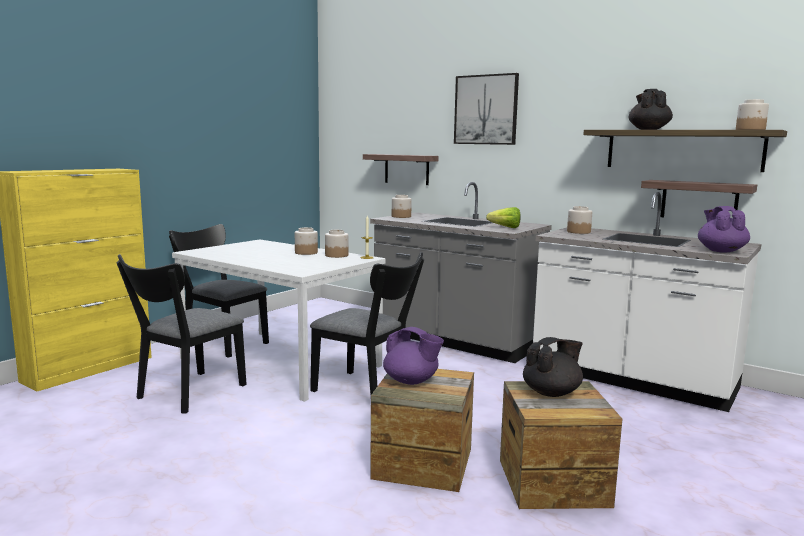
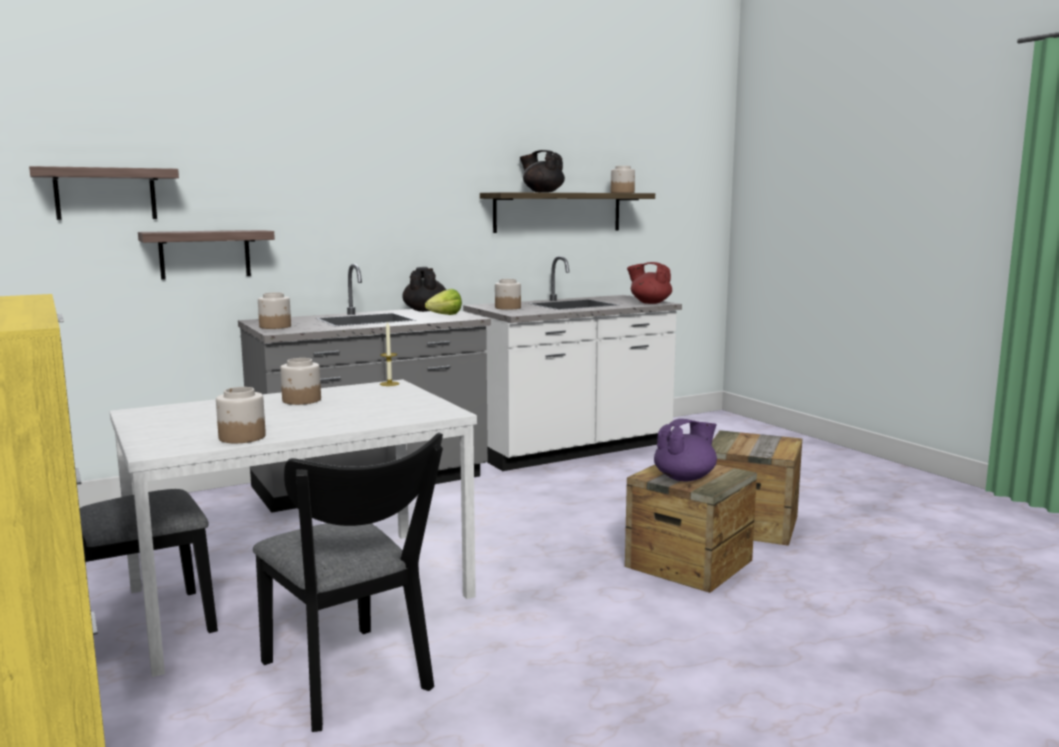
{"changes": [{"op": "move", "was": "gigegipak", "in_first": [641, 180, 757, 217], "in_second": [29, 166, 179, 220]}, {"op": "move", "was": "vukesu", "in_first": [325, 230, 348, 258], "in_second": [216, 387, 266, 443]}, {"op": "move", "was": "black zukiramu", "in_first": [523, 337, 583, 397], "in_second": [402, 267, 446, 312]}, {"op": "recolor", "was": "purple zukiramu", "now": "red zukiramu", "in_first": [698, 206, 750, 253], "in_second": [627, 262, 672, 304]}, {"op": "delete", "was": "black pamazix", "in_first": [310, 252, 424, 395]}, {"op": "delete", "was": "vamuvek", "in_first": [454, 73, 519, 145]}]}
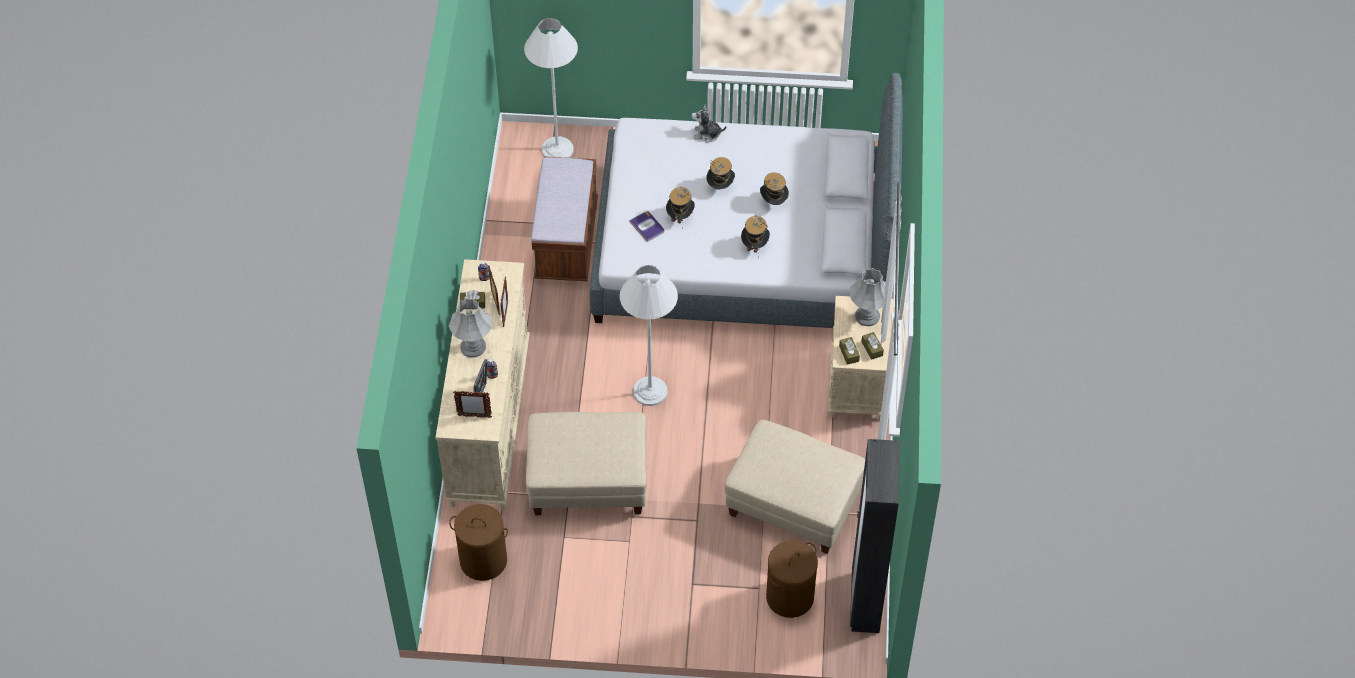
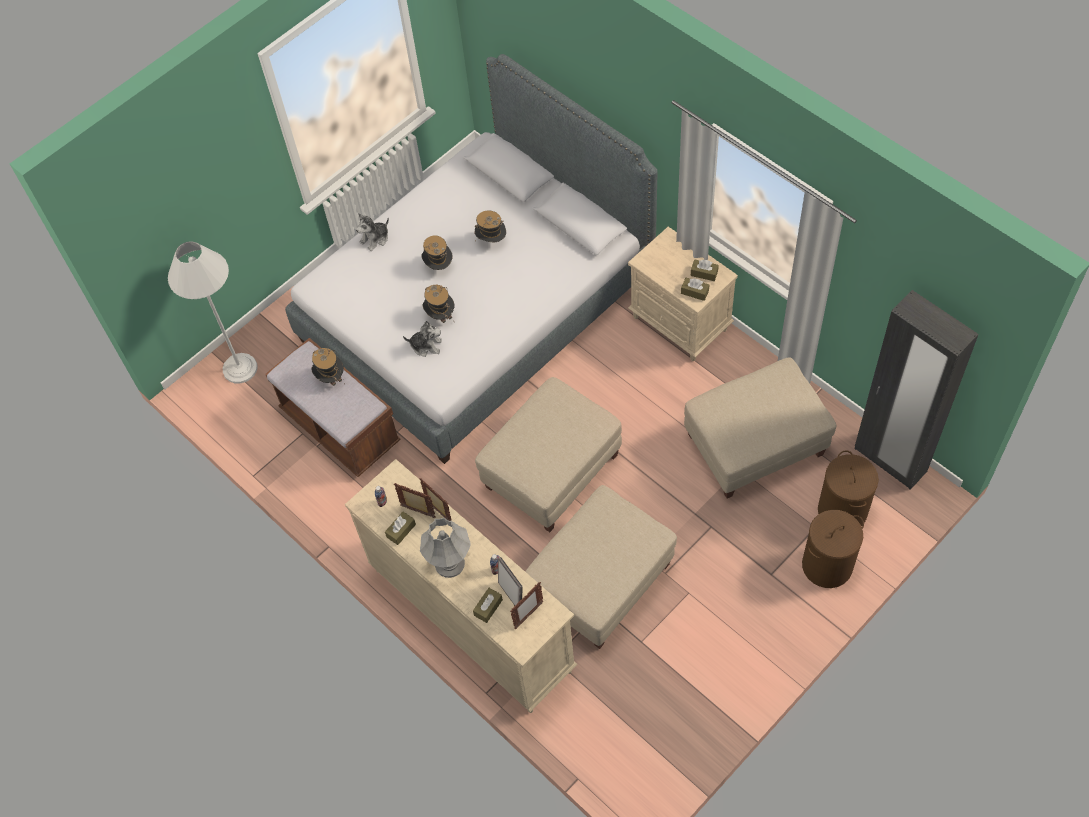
{"changes": [{"op": "move", "was": "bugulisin", "in_first": [741, 215, 770, 253], "in_second": [311, 348, 345, 386]}, {"op": "replace", "was": "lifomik", "now": "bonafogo", "in_first": [629, 211, 665, 242], "in_second": [403, 321, 442, 357]}, {"op": "insert", "now": "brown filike", "in_second": [473, 588, 503, 623]}, {"op": "replace", "was": "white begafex", "now": "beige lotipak", "in_first": [620, 265, 678, 406], "in_second": [475, 377, 622, 532]}, {"op": "move", "was": "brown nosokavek", "in_first": [449, 504, 508, 581], "in_second": [802, 510, 864, 588]}, {"op": "delete", "was": "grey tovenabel", "in_first": [850, 268, 886, 326]}]}
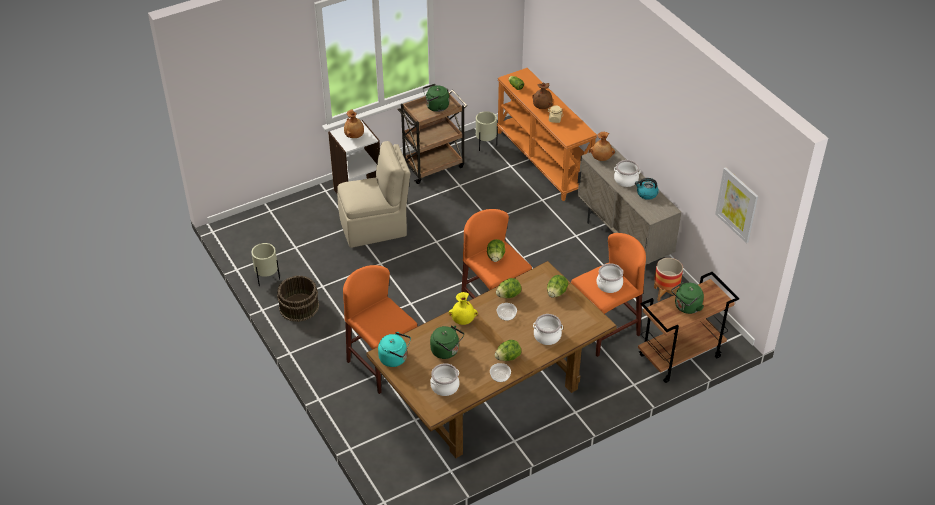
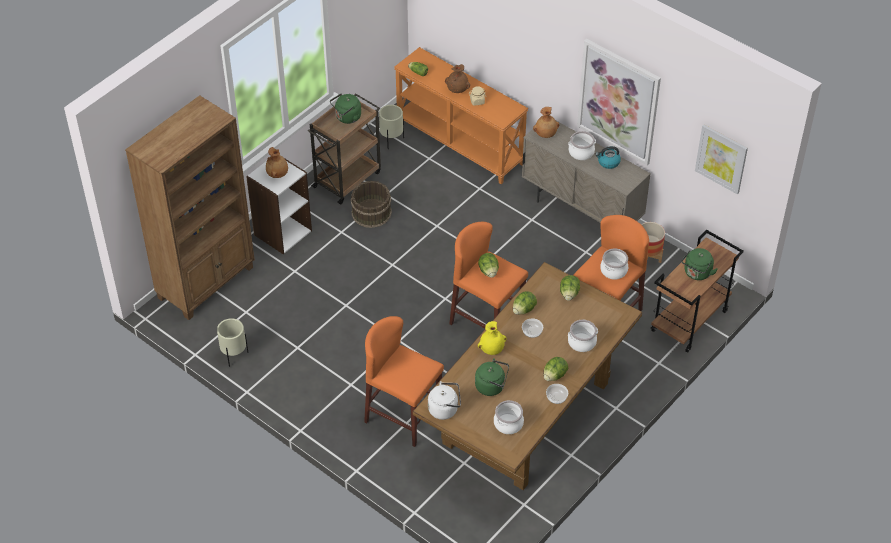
{"changes": [{"op": "insert", "now": "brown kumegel", "in_second": [125, 95, 255, 320]}, {"op": "move", "was": "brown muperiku", "in_first": [277, 276, 319, 322], "in_second": [351, 181, 392, 228]}, {"op": "recolor", "was": "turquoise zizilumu", "now": "white zizilumu", "in_first": [378, 332, 411, 367], "in_second": [428, 381, 461, 420]}, {"op": "insert", "now": "vamuvek", "in_second": [577, 39, 661, 165]}, {"op": "delete", "was": "beige pamazix", "in_first": [337, 141, 411, 248]}]}
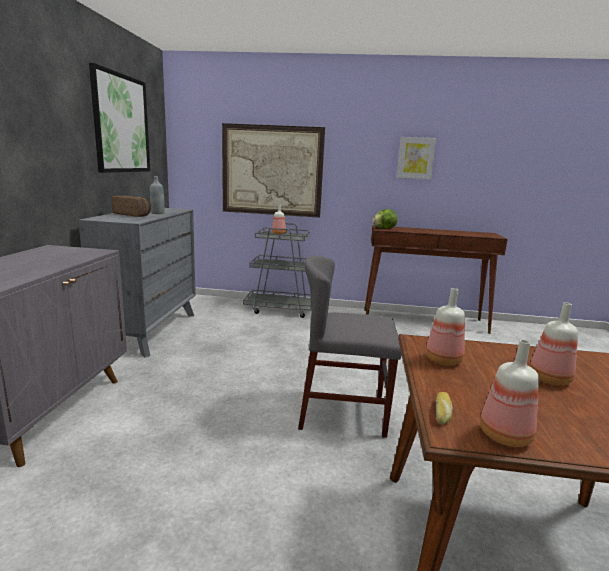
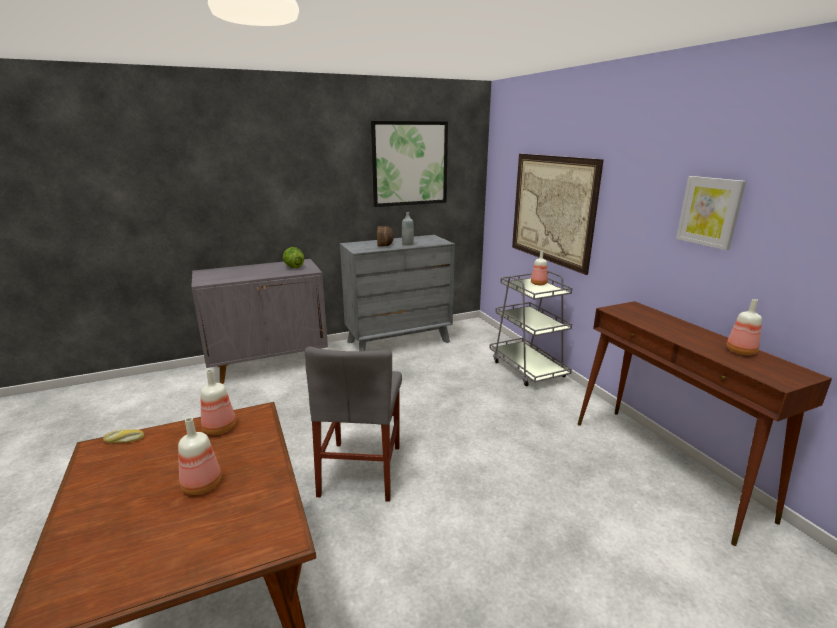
{"changes": [{"op": "move", "was": "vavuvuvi", "in_first": [372, 209, 397, 229], "in_second": [283, 247, 304, 268]}, {"op": "rotate", "was": "grey pamazix", "in_first": [298, 256, 402, 438], "in_second": [305, 347, 402, 502], "clockwise": -150}, {"op": "move", "was": "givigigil", "in_first": [480, 340, 539, 447], "in_second": [727, 299, 762, 355]}]}
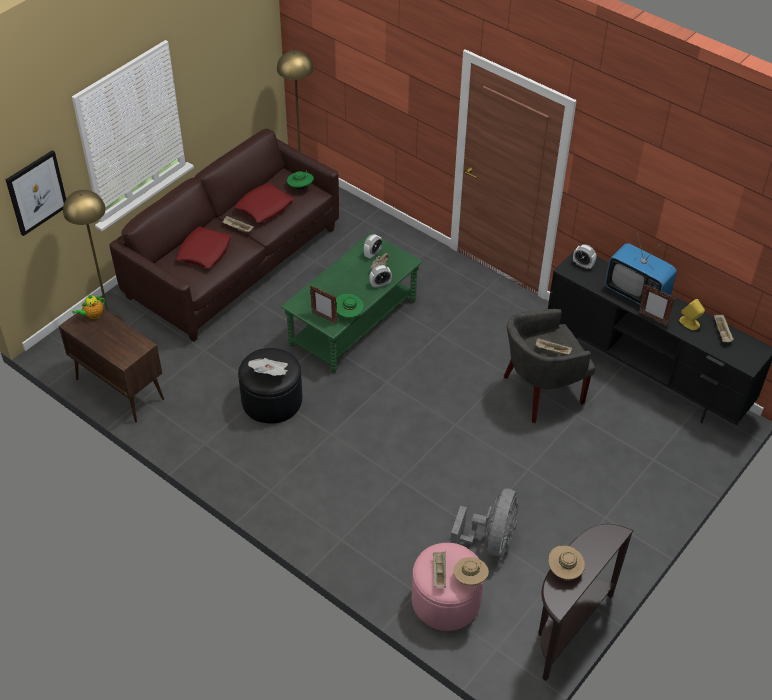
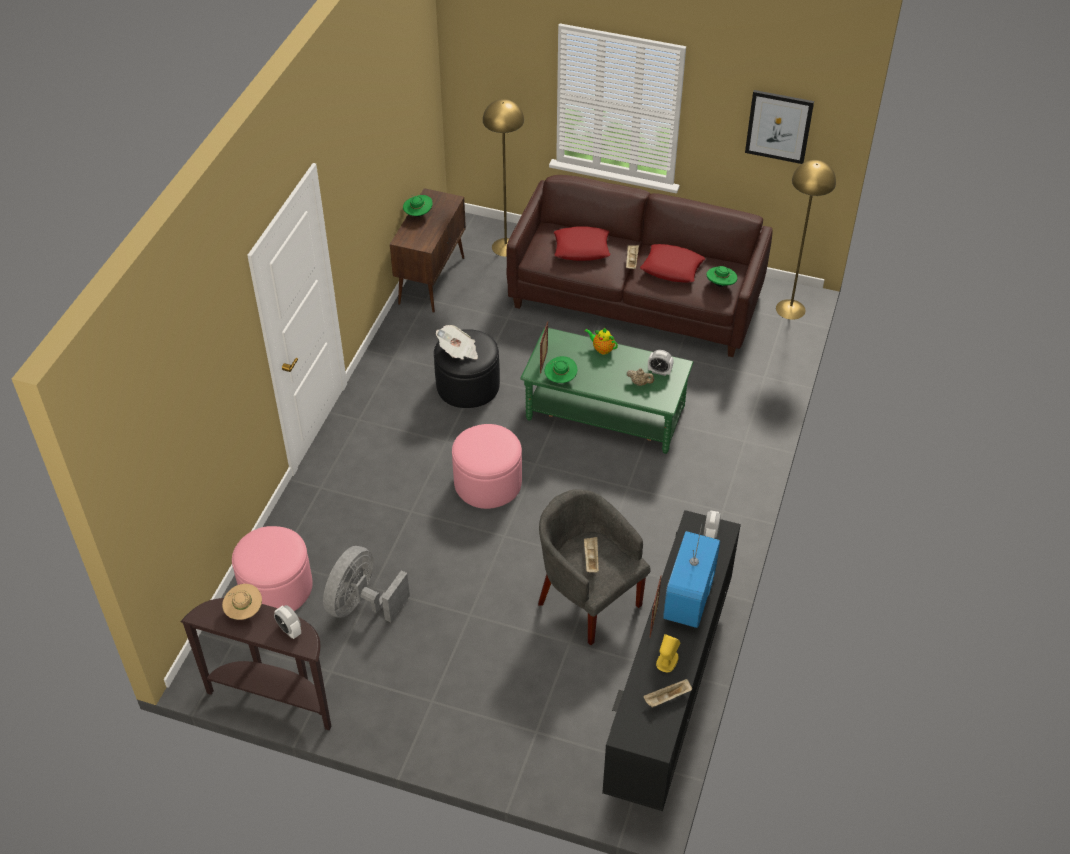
{"changes": [{"op": "move", "was": "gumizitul", "in_first": [369, 265, 392, 288], "in_second": [274, 605, 301, 639]}, {"op": "rotate", "was": "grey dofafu", "in_first": [450, 488, 518, 556], "in_second": [323, 546, 410, 622], "clockwise": 120}, {"op": "insert", "now": "green bugulisin", "in_second": [403, 194, 433, 217]}, {"op": "insert", "now": "pink lotipak", "in_second": [452, 424, 522, 509]}, {"op": "move", "was": "zukiramu", "in_first": [72, 295, 105, 319], "in_second": [585, 328, 618, 354]}, {"op": "move", "was": "vamuvek", "in_first": [6, 150, 66, 236], "in_second": [745, 90, 814, 164]}, {"op": "delete", "was": "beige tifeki", "in_first": [433, 552, 446, 588]}, {"op": "delete", "was": "beige bugulisin", "in_first": [453, 557, 489, 586]}]}
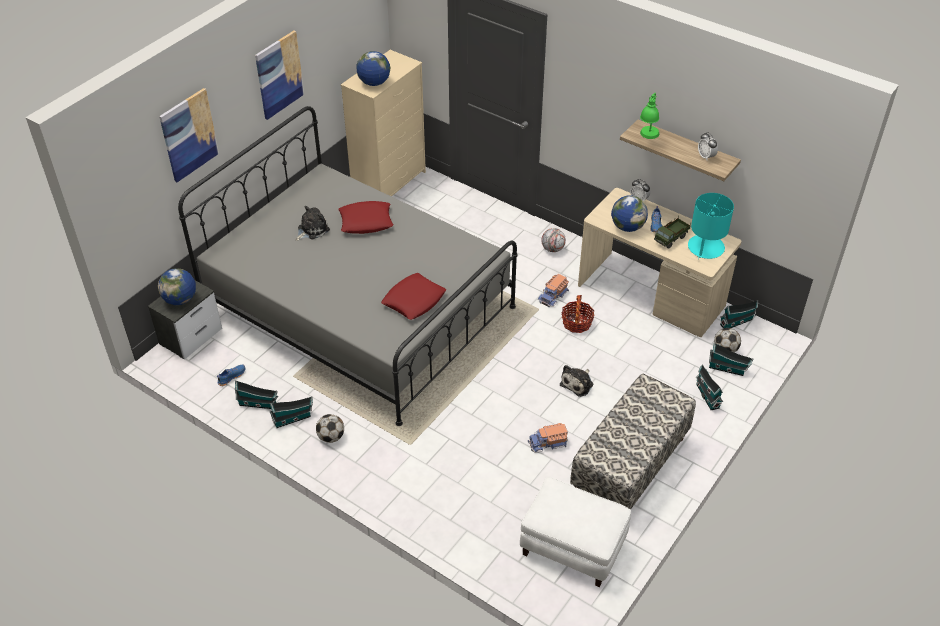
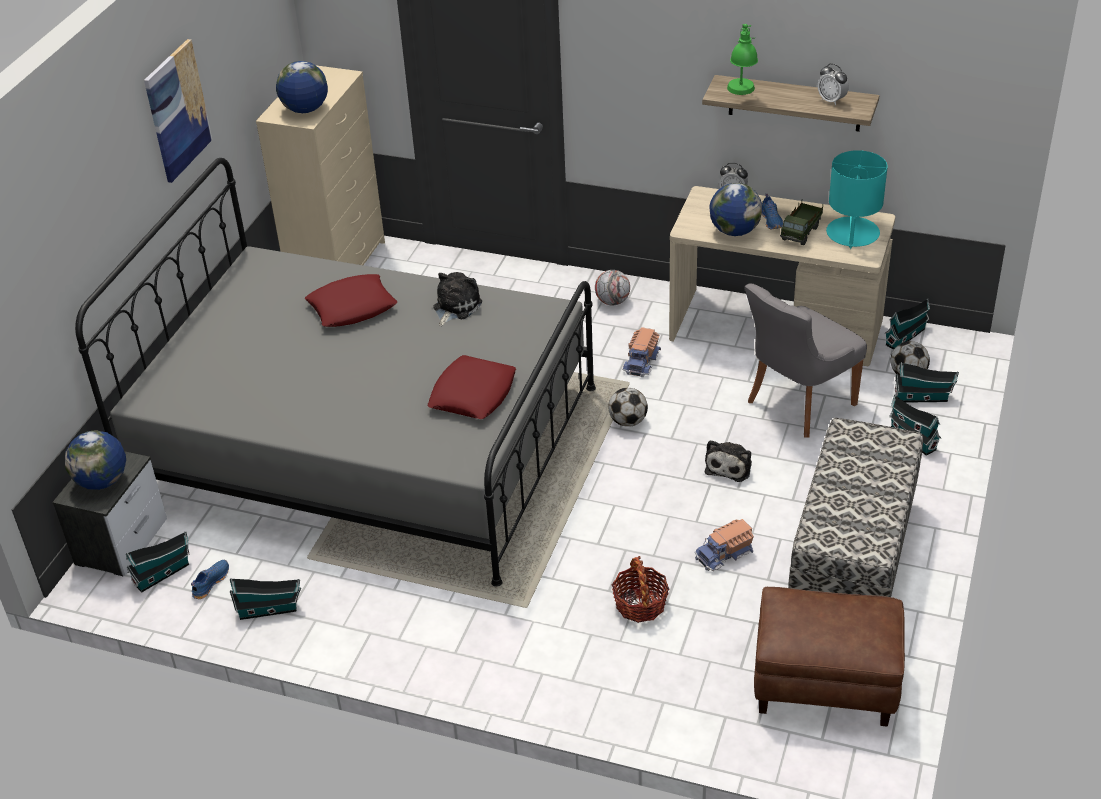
{"changes": [{"op": "move", "was": "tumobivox", "in_first": [270, 396, 313, 428], "in_second": [126, 532, 190, 592]}, {"op": "move", "was": "bonafogo", "in_first": [296, 206, 330, 241], "in_second": [433, 272, 482, 326]}, {"op": "move", "was": "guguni", "in_first": [316, 414, 344, 443], "in_second": [608, 388, 648, 427]}, {"op": "move", "was": "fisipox", "in_first": [561, 295, 594, 333], "in_second": [612, 556, 669, 623]}, {"op": "insert", "now": "grey pamazix", "in_second": [745, 283, 867, 437]}, {"op": "recolor", "was": "white lotipak", "now": "brown lotipak", "in_first": [520, 477, 631, 587], "in_second": [754, 587, 905, 727]}, {"op": "delete", "was": "vamuvek", "in_first": [159, 88, 219, 182]}]}
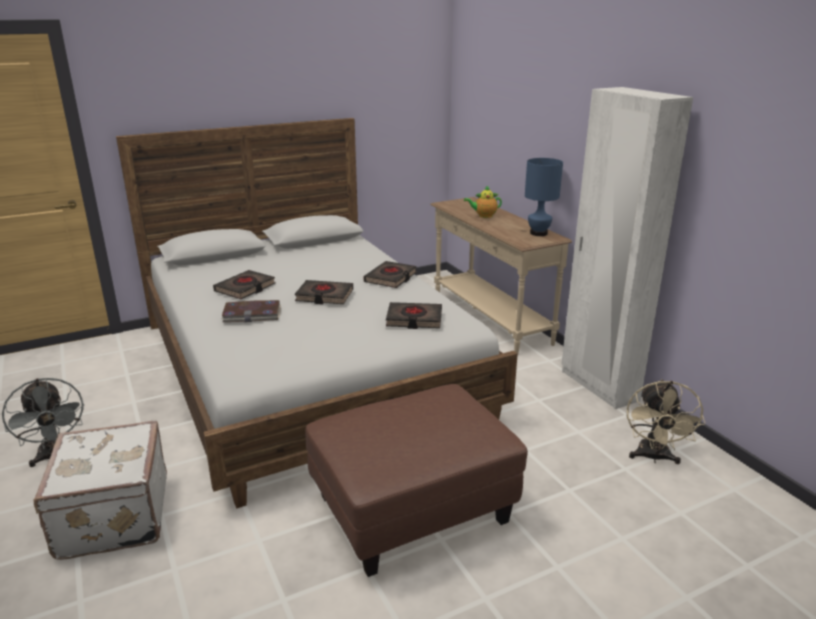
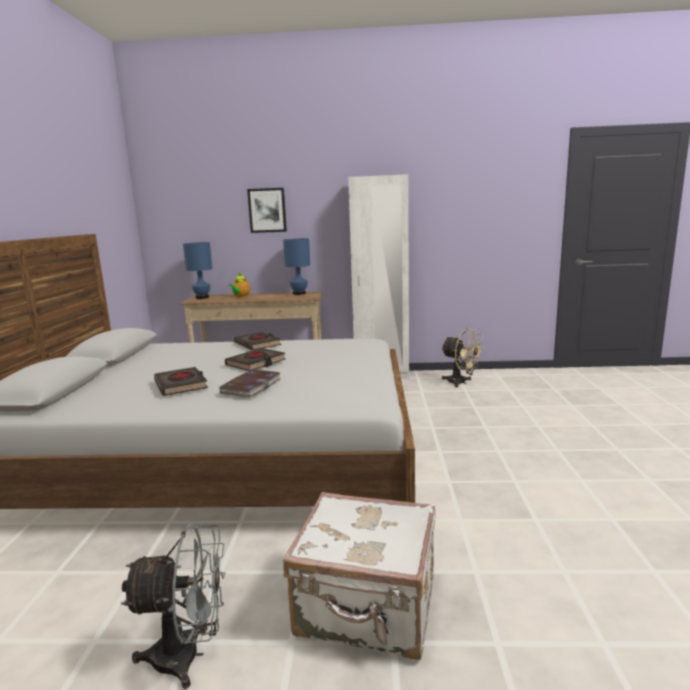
{"changes": [{"op": "insert", "now": "blue tovenabel", "in_second": [183, 242, 212, 299]}, {"op": "insert", "now": "vamuvek", "in_second": [247, 188, 287, 233]}, {"op": "delete", "was": "brown lotipak", "in_first": [305, 384, 528, 577]}, {"op": "delete", "was": "black lifomik", "in_first": [386, 302, 442, 329]}]}
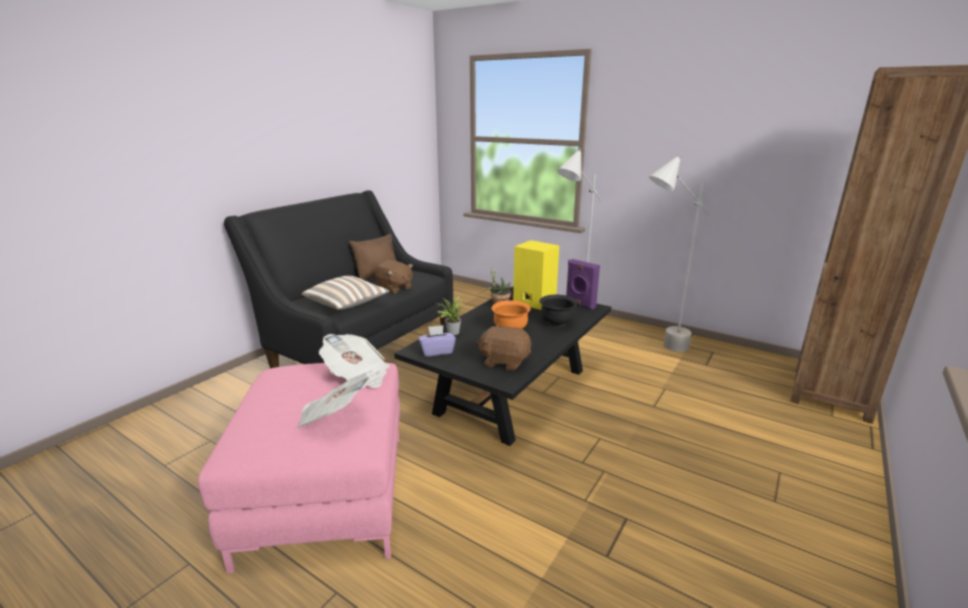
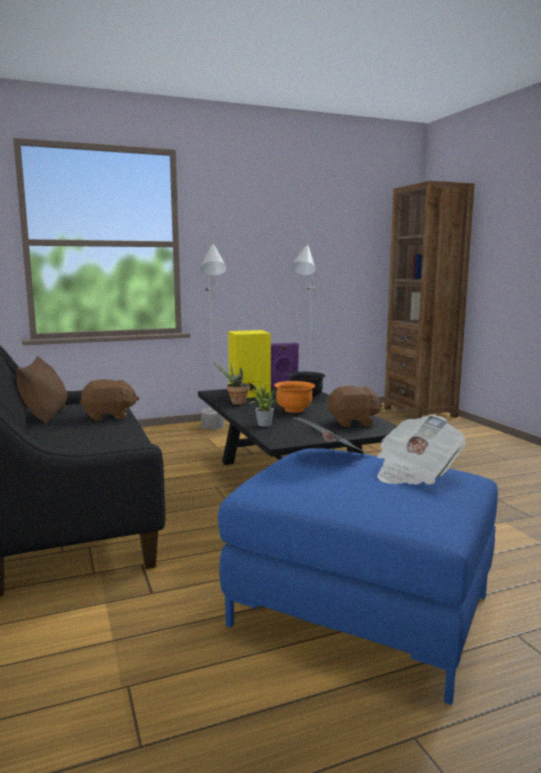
{"changes": [{"op": "recolor", "was": "pink lotipak", "now": "blue lotipak", "in_first": [198, 363, 400, 574], "in_second": [218, 448, 498, 705]}, {"op": "rotate", "was": "brown bonafogo", "in_first": [477, 324, 531, 371], "in_second": [327, 386, 383, 427], "clockwise": -150}, {"op": "delete", "was": "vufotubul", "in_first": [302, 276, 390, 310]}, {"op": "delete", "was": "purple filike", "in_first": [418, 325, 456, 357]}]}
